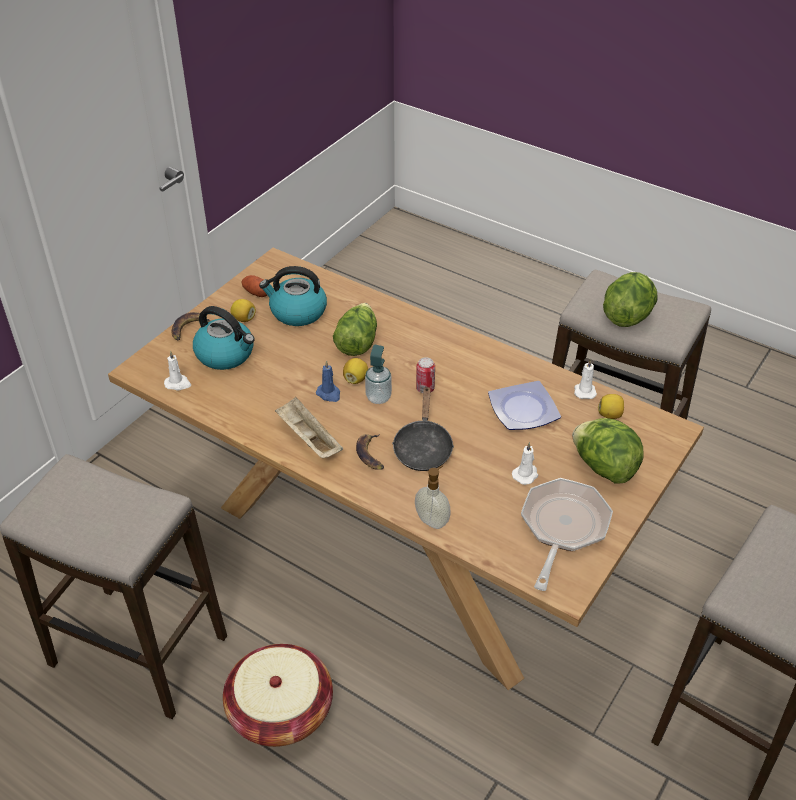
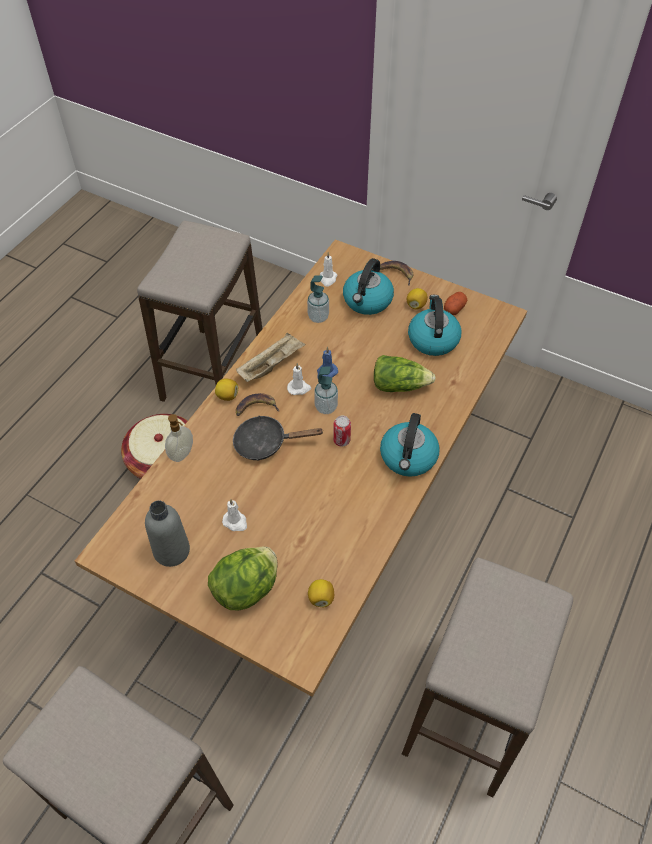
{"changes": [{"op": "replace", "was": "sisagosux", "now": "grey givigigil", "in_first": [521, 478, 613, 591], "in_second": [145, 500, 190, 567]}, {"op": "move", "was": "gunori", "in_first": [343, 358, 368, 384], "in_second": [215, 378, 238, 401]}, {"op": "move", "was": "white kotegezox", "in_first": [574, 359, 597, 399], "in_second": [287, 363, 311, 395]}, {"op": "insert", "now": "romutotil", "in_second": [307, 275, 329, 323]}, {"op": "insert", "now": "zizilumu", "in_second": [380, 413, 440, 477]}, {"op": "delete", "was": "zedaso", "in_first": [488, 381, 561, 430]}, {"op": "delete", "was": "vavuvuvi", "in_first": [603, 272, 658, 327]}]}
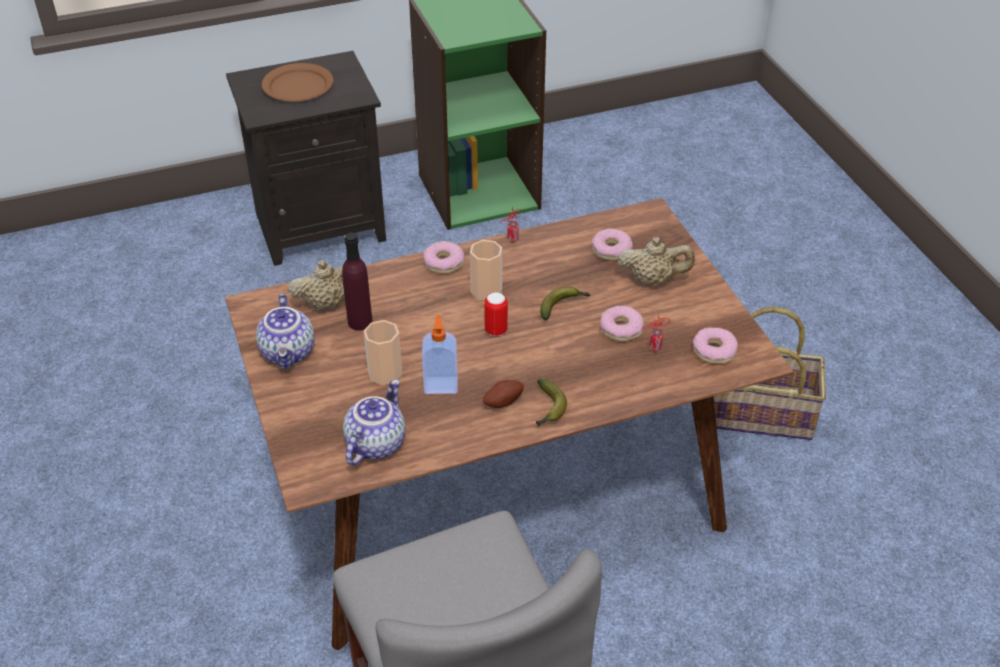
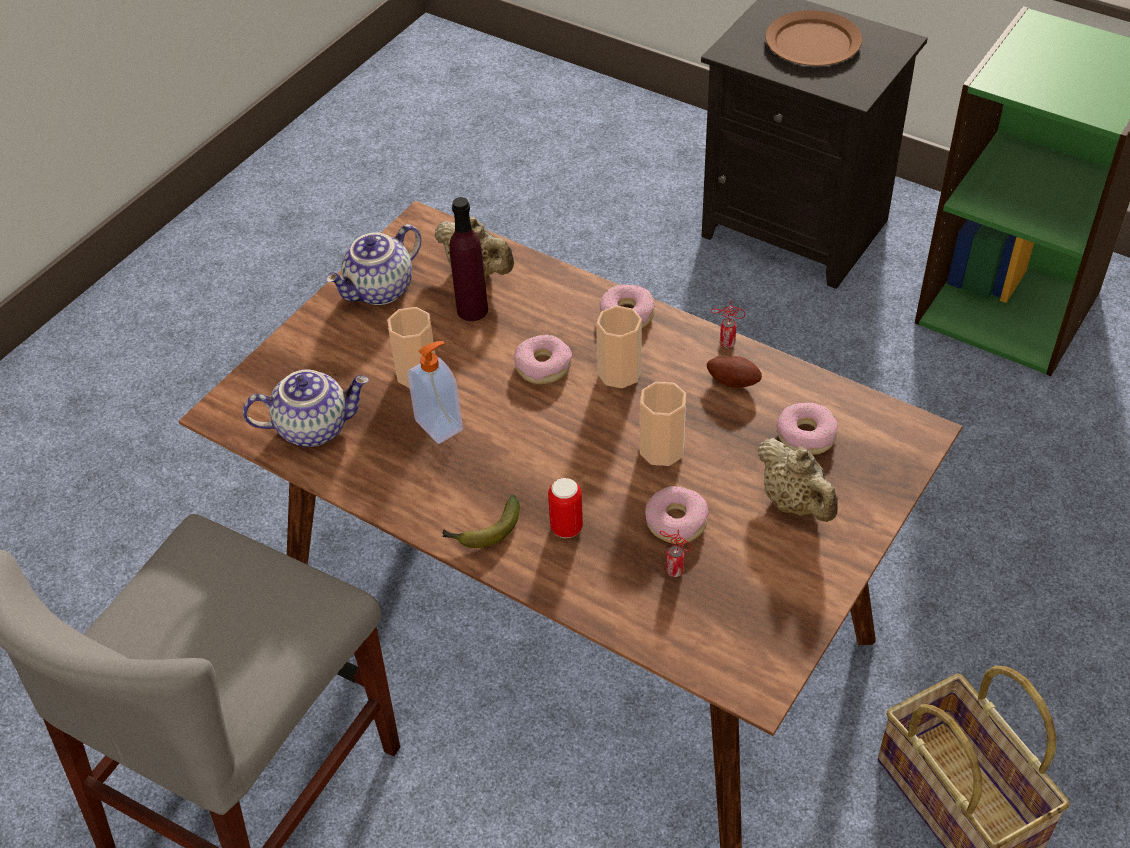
{"changes": [{"op": "move", "was": "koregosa", "in_first": [693, 327, 738, 364], "in_second": [514, 335, 572, 384]}, {"op": "move", "was": "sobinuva", "in_first": [484, 292, 508, 336], "in_second": [548, 478, 583, 538]}, {"op": "replace", "was": "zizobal", "now": "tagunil", "in_first": [540, 286, 590, 320], "in_second": [640, 382, 686, 466]}, {"op": "move", "was": "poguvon", "in_first": [483, 380, 524, 408], "in_second": [707, 356, 762, 388]}]}
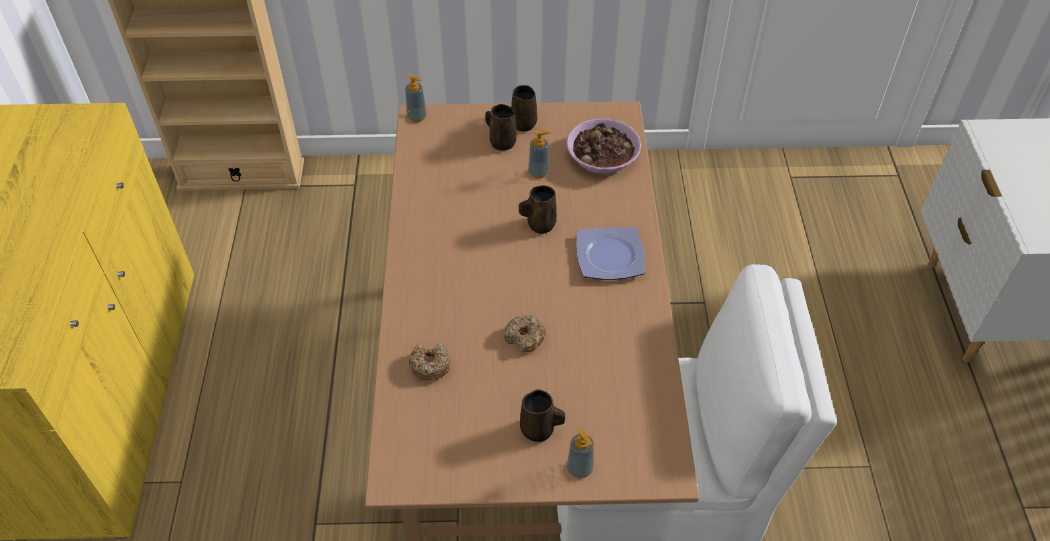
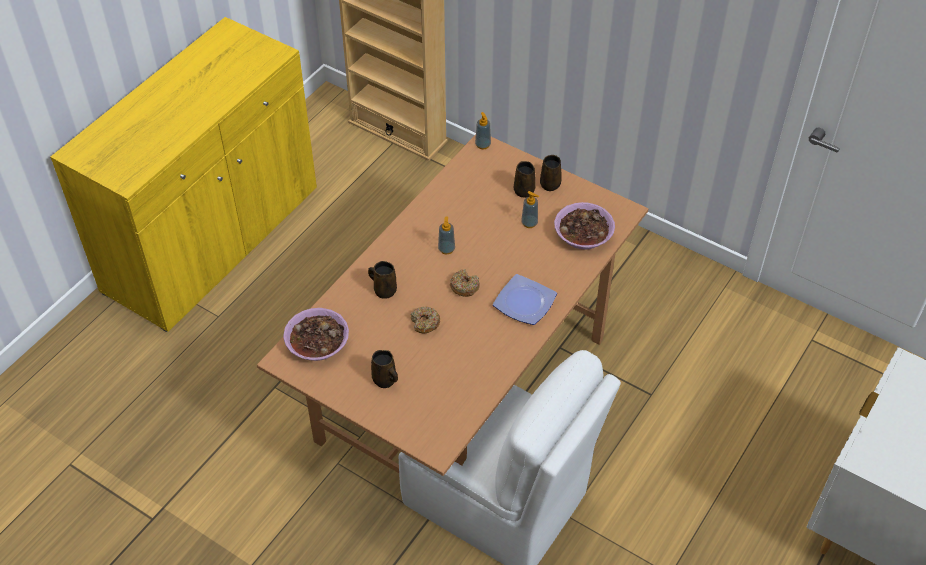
{"changes": [{"op": "insert", "now": "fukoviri", "in_second": [283, 308, 349, 361]}, {"op": "move", "was": "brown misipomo", "in_first": [519, 185, 557, 234], "in_second": [368, 261, 397, 299]}, {"op": "move", "was": "romutotil", "in_first": [567, 428, 594, 478], "in_second": [438, 216, 455, 255]}, {"op": "move", "was": "koregosa", "in_first": [409, 343, 451, 380], "in_second": [450, 269, 480, 297]}]}
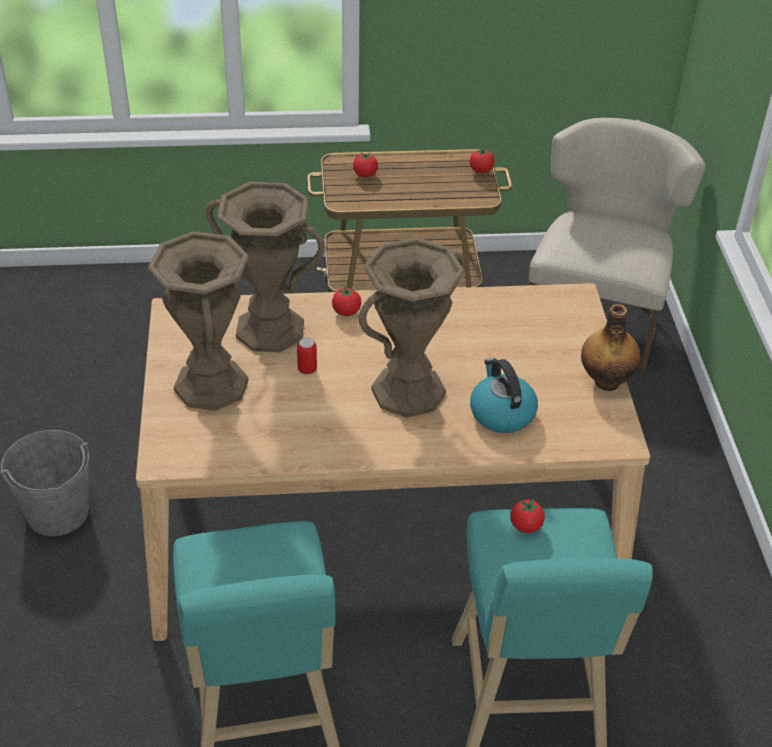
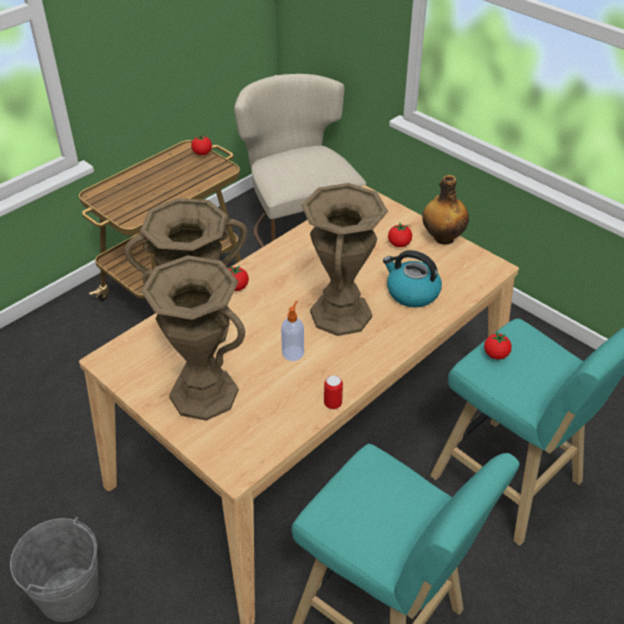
{"changes": [{"op": "insert", "now": "romutotil", "in_second": [281, 300, 304, 361]}, {"op": "move", "was": "sobinuva", "in_first": [297, 338, 317, 375], "in_second": [324, 375, 343, 409]}, {"op": "move", "was": "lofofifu", "in_first": [353, 152, 378, 177], "in_second": [388, 223, 412, 247]}]}
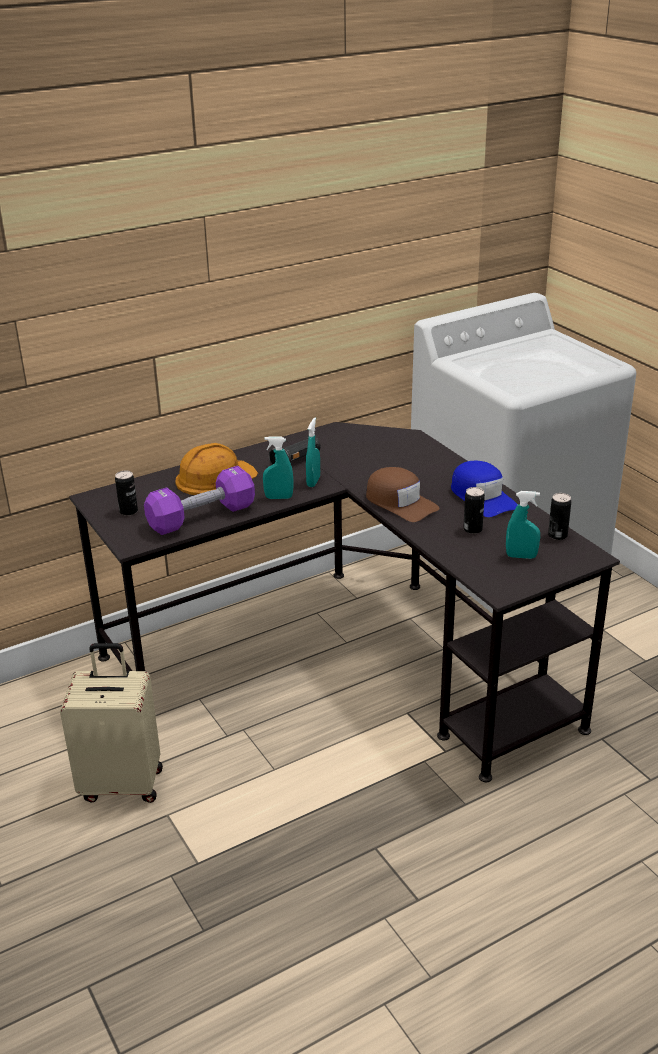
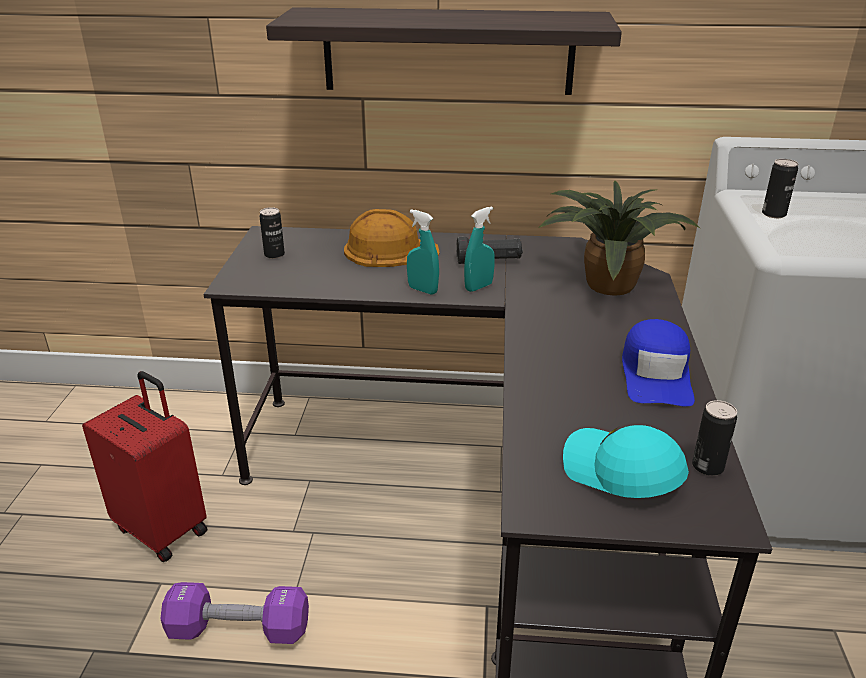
{"changes": [{"op": "recolor", "was": "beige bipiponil", "now": "red bipiponil", "in_first": [60, 643, 163, 803], "in_second": [82, 371, 207, 562]}, {"op": "move", "was": "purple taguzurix", "in_first": [144, 466, 255, 535], "in_second": [160, 582, 309, 644]}, {"op": "insert", "now": "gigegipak", "in_second": [266, 7, 622, 95]}, {"op": "insert", "now": "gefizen", "in_second": [538, 180, 701, 296]}, {"op": "replace", "was": "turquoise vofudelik", "now": "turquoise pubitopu", "in_first": [506, 491, 540, 559], "in_second": [563, 425, 689, 498]}, {"op": "move", "was": "sobinuva", "in_first": [463, 487, 485, 534], "in_second": [762, 159, 799, 218]}, {"op": "delete", "was": "brown pubitopu", "in_first": [366, 467, 440, 522]}]}
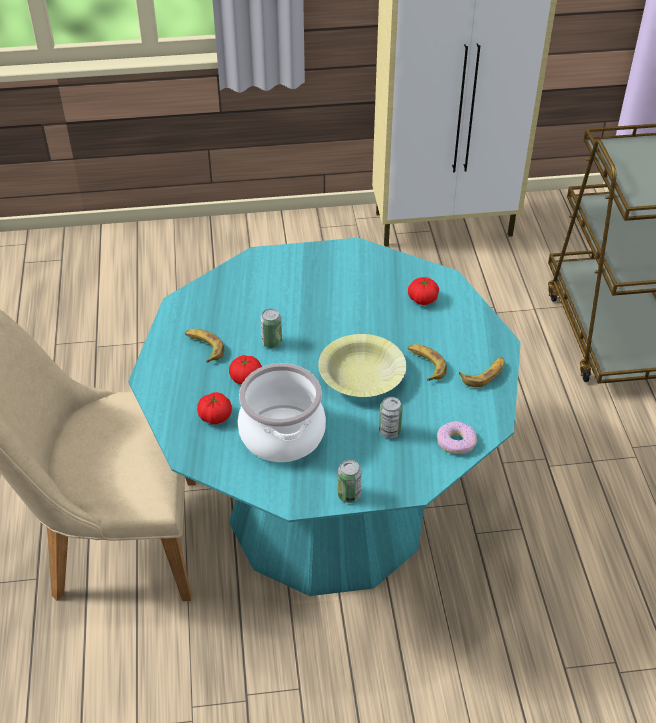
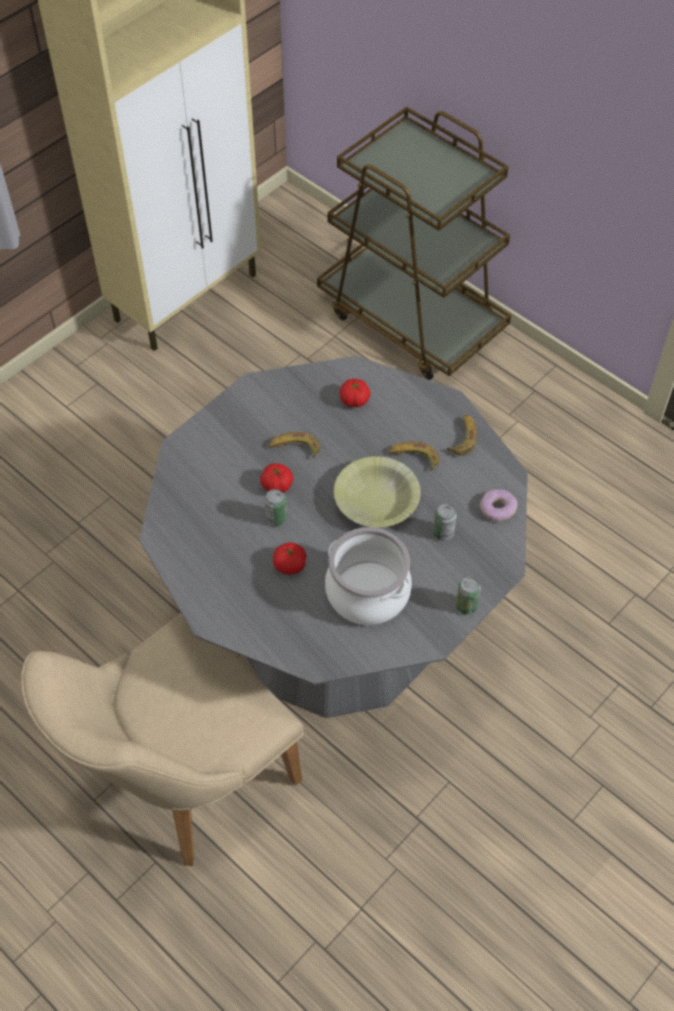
{"changes": [{"op": "recolor", "was": "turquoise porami", "now": "grey porami", "in_first": [128, 238, 521, 596], "in_second": [139, 356, 528, 718]}, {"op": "move", "was": "lofofifu", "in_first": [197, 392, 232, 424], "in_second": [260, 463, 293, 493]}, {"op": "move", "was": "zizobal", "in_first": [185, 329, 224, 362], "in_second": [268, 432, 320, 459]}]}
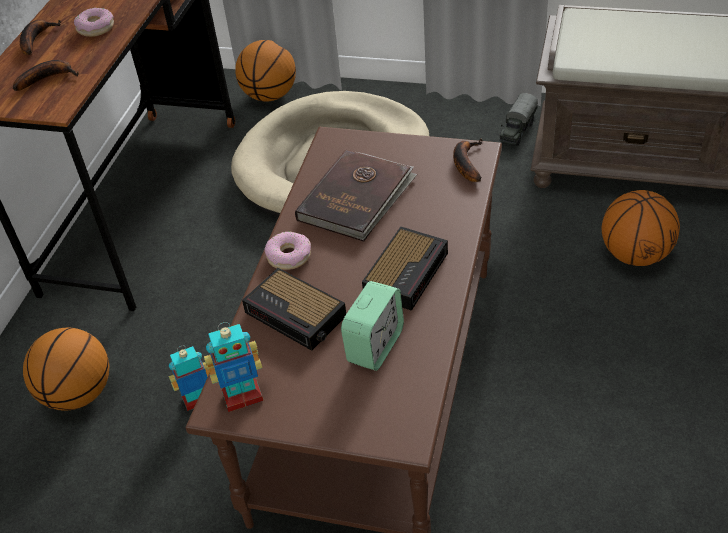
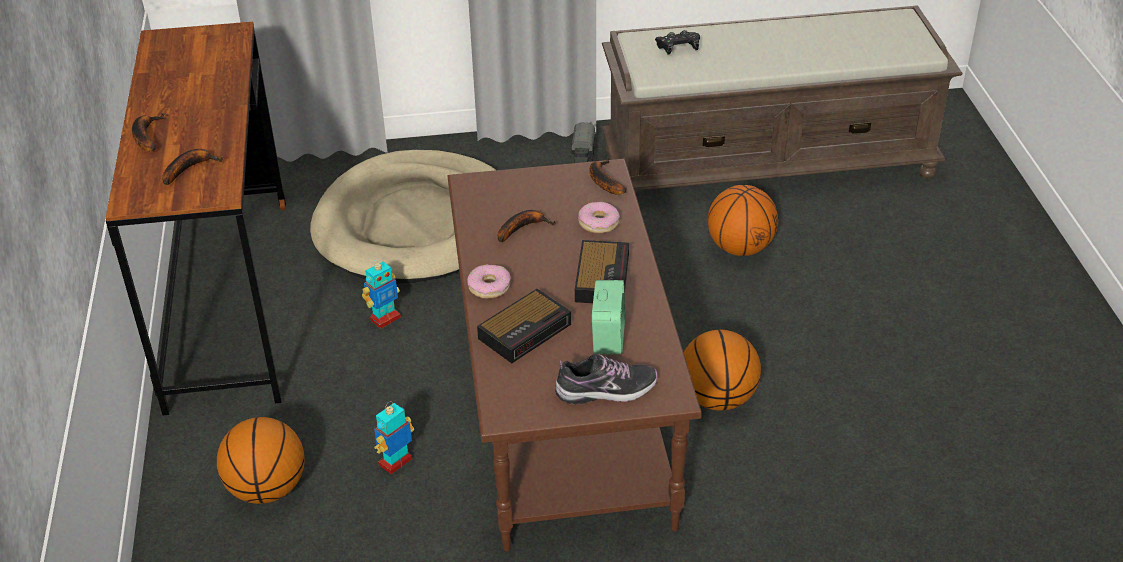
{"changes": [{"op": "move", "was": "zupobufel", "in_first": [204, 322, 263, 412], "in_second": [362, 258, 401, 329]}, {"op": "rotate", "was": "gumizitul", "in_first": [242, 268, 346, 351], "in_second": [477, 289, 571, 363], "clockwise": -60}, {"op": "replace", "was": "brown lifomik", "now": "zizobal", "in_first": [295, 149, 417, 241], "in_second": [497, 210, 556, 242]}, {"op": "insert", "now": "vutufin", "in_second": [555, 354, 658, 404]}, {"op": "move", "was": "koregosa", "in_first": [74, 8, 114, 37], "in_second": [578, 202, 620, 233]}, {"op": "insert", "now": "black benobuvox", "in_second": [655, 30, 700, 55]}, {"op": "move", "was": "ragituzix", "in_first": [235, 40, 296, 102], "in_second": [684, 330, 761, 411]}]}
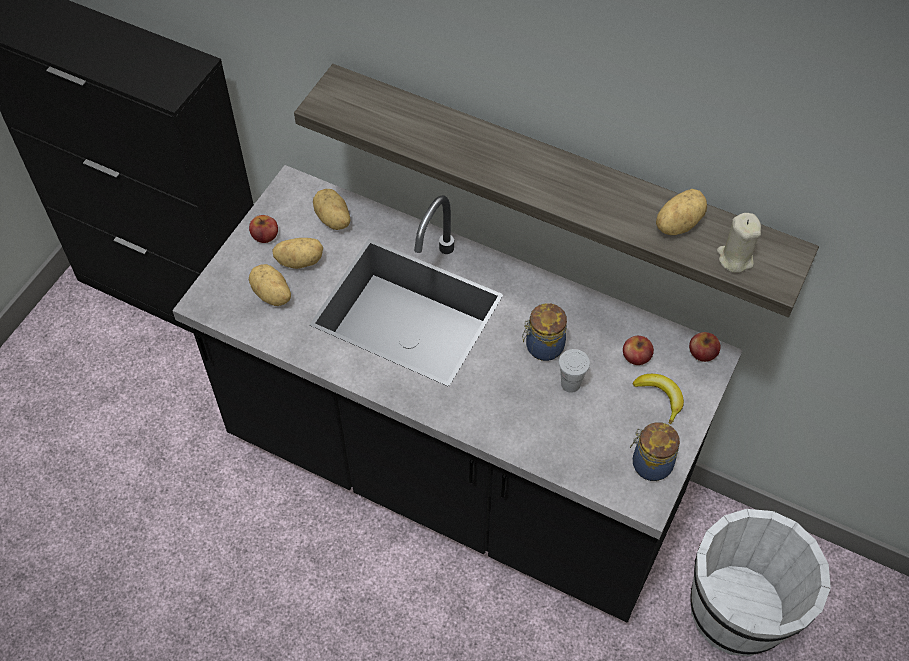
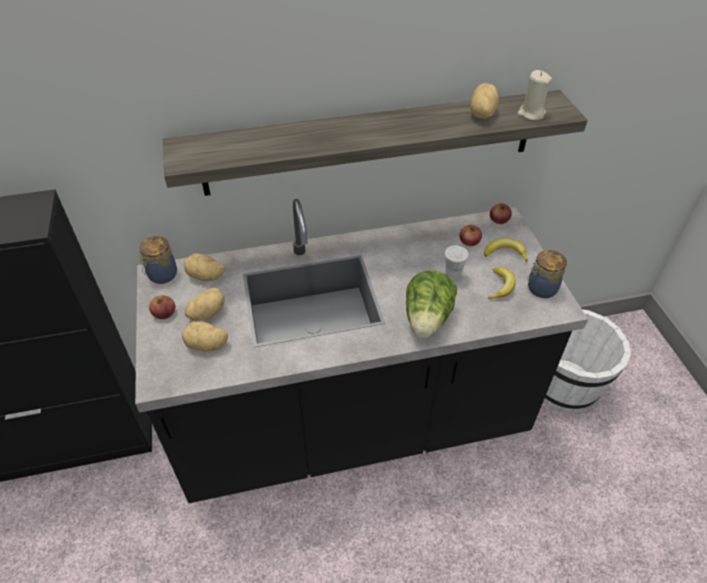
{"changes": [{"op": "move", "was": "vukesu", "in_first": [522, 303, 567, 361], "in_second": [138, 236, 177, 284]}, {"op": "insert", "now": "vavuvuvi", "in_second": [406, 270, 457, 338]}, {"op": "insert", "now": "zizobal", "in_second": [488, 267, 515, 299]}]}
